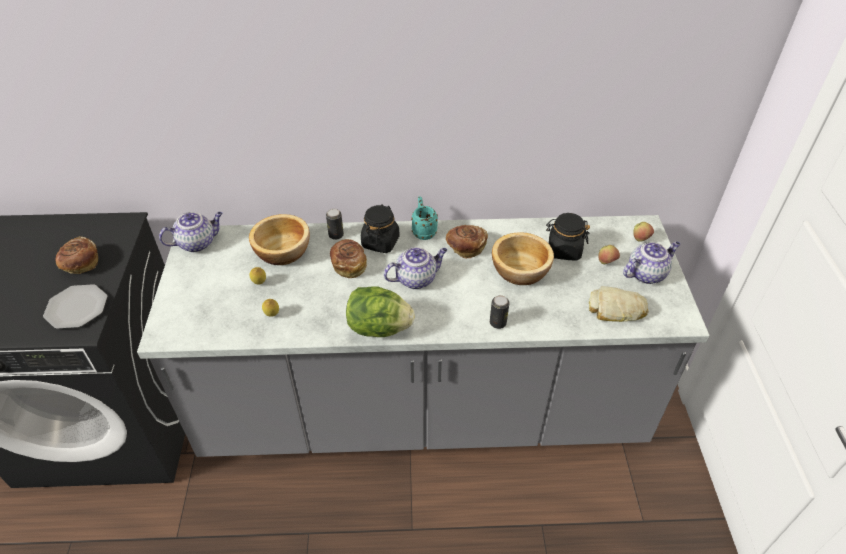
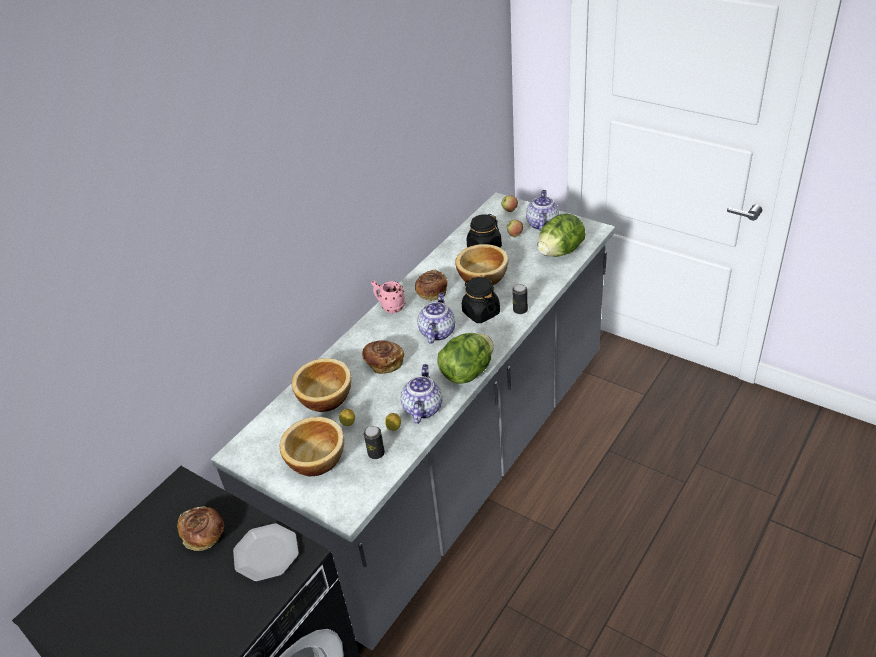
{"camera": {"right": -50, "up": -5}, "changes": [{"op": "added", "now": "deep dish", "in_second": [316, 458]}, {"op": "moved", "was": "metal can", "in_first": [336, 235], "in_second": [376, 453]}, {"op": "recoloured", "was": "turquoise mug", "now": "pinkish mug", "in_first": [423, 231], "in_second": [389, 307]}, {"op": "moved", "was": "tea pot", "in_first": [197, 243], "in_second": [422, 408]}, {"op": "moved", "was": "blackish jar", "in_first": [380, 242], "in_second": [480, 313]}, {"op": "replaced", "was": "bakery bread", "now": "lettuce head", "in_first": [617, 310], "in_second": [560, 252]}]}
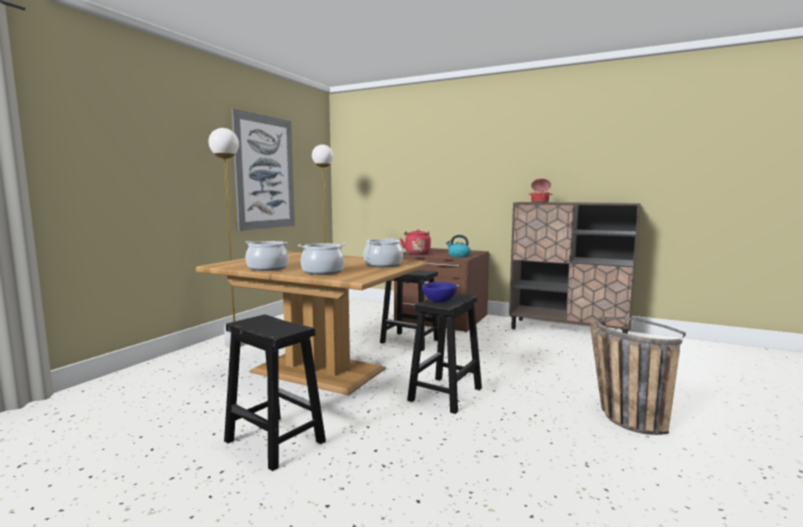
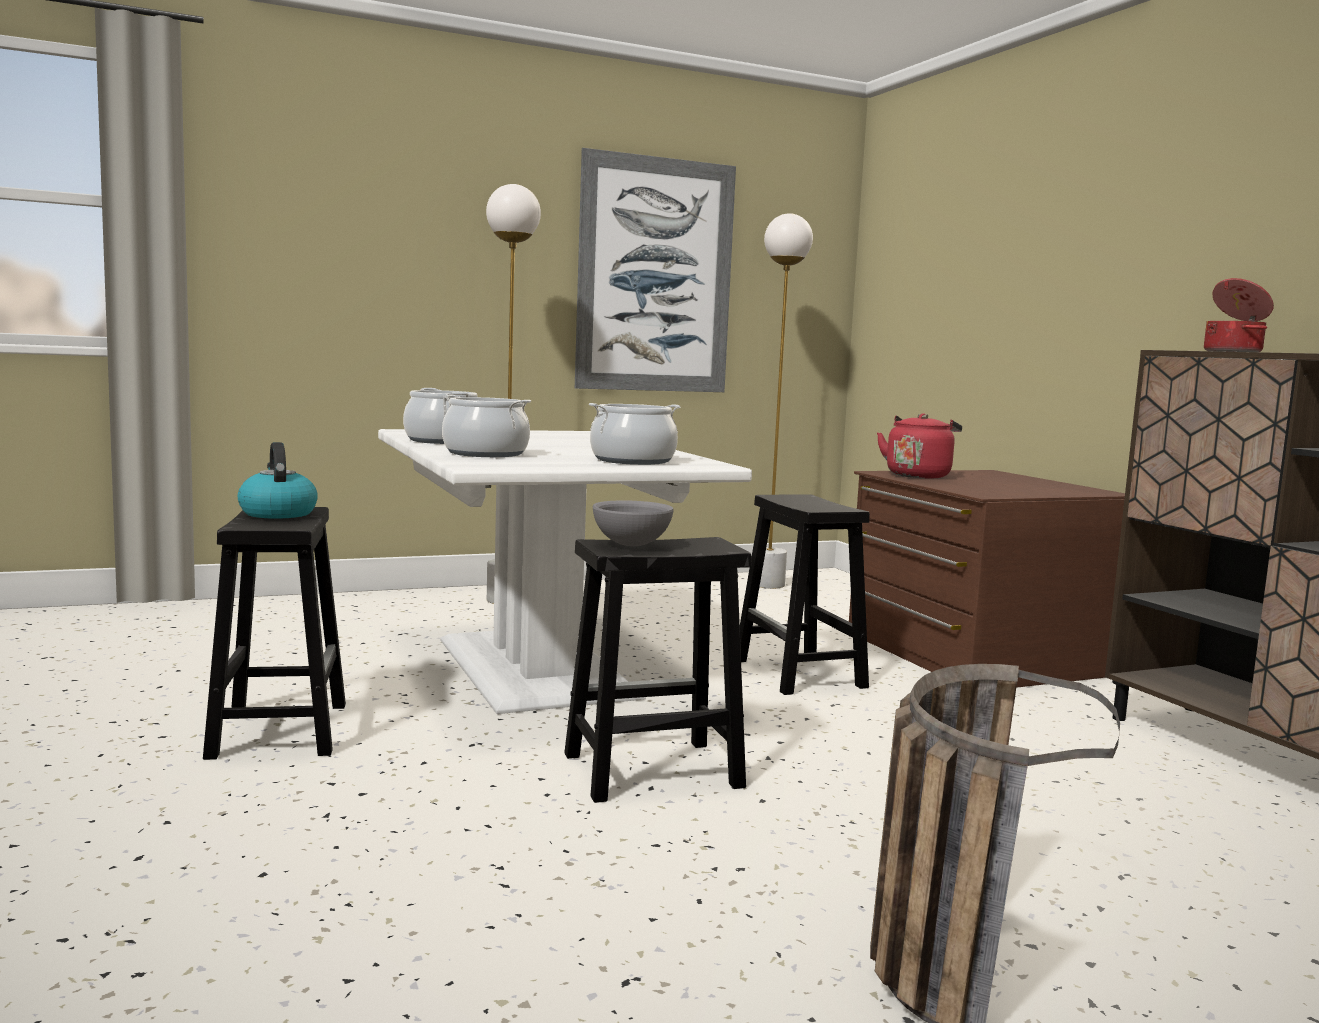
{"camera": {"right": 40, "up": 0}, "changes": [{"op": "moved", "was": "water kettle", "in_first": [458, 256], "in_second": [277, 513]}, {"op": "recoloured", "was": "brown dining table", "now": "white-coloured dining table", "in_first": [319, 370], "in_second": [538, 667]}, {"op": "recoloured", "was": "bluish deep dish", "now": "gray deep dish", "in_first": [439, 301], "in_second": [632, 545]}]}
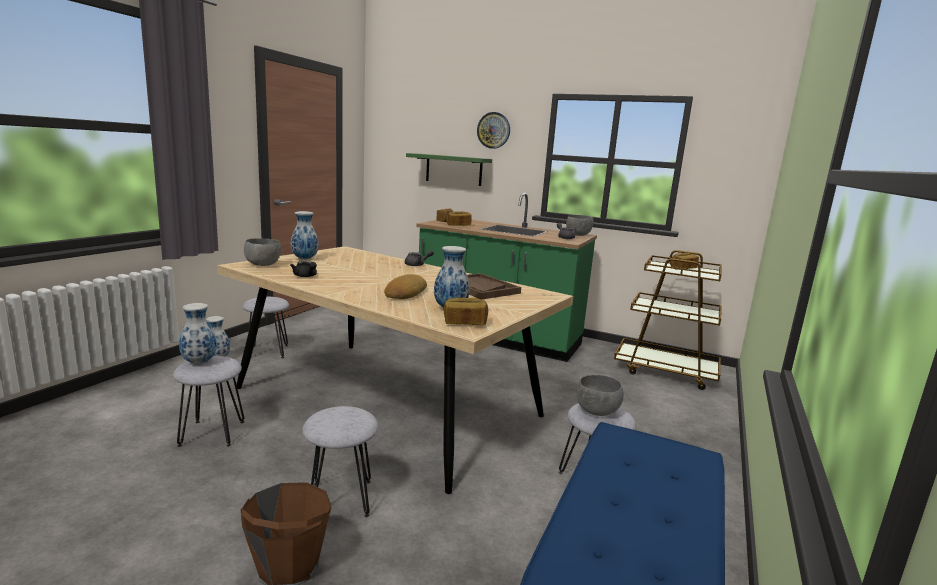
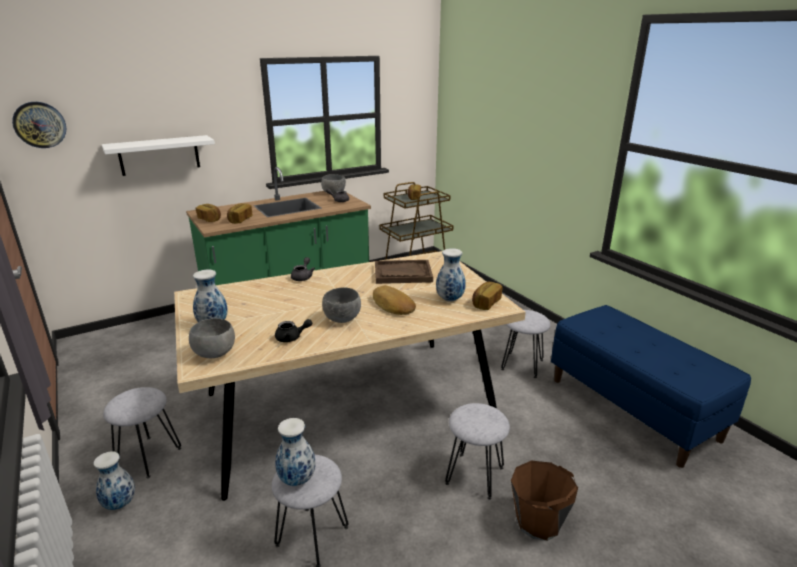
{"camera": {"right": -55, "up": 10}, "changes": [{"op": "moved", "was": "wall clock", "in_first": [493, 130], "in_second": [40, 125]}, {"op": "recoloured", "was": "green-coloured bracket shelf", "now": "white-coloured bracket shelf", "in_first": [453, 169], "in_second": [159, 155]}, {"op": "moved", "was": "gray deep dish", "in_first": [597, 412], "in_second": [343, 319]}]}
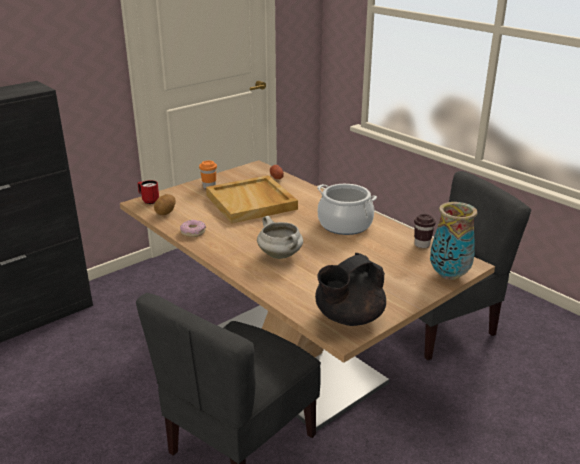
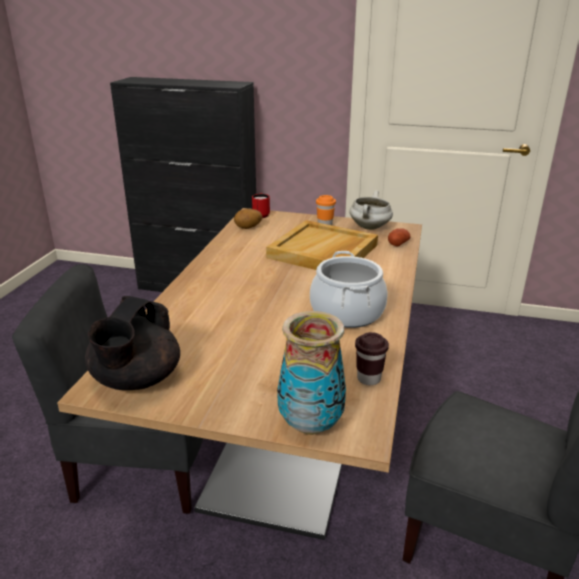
{"camera": {"right": 55, "up": 0}, "changes": [{"op": "turned", "was": "blackish tea pot", "in_first": [348, 318], "in_second": [136, 380], "clockwise": -90}, {"op": "moved", "was": "white-coloured stockpot", "in_first": [281, 255], "in_second": [370, 228]}, {"op": "removed", "was": "donut", "in_first": [193, 232]}]}
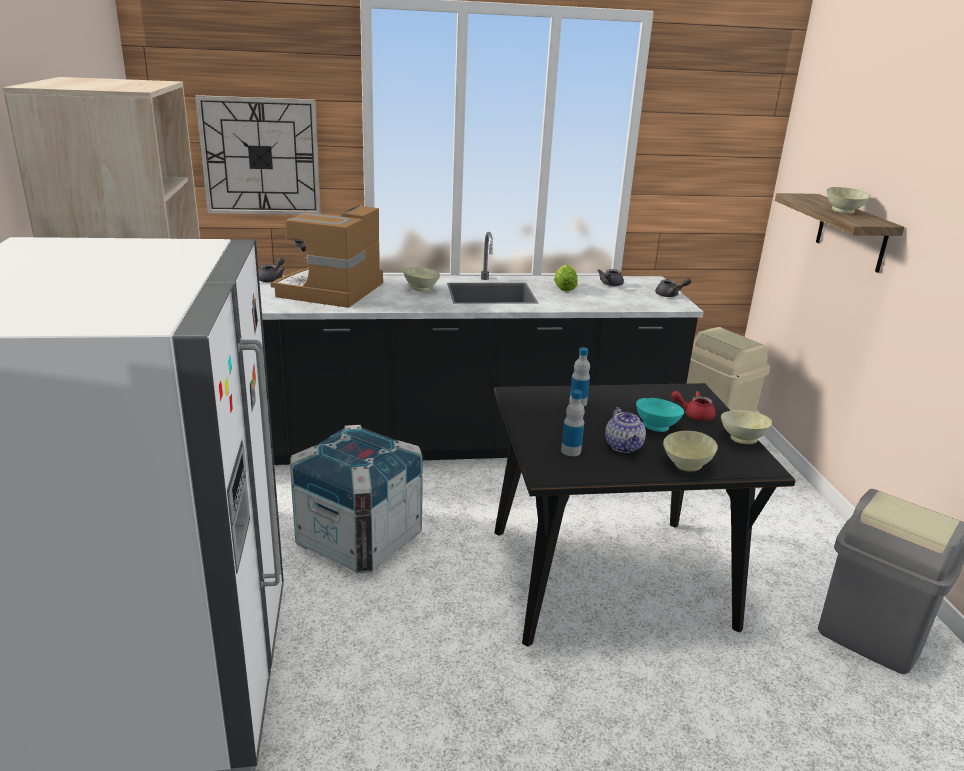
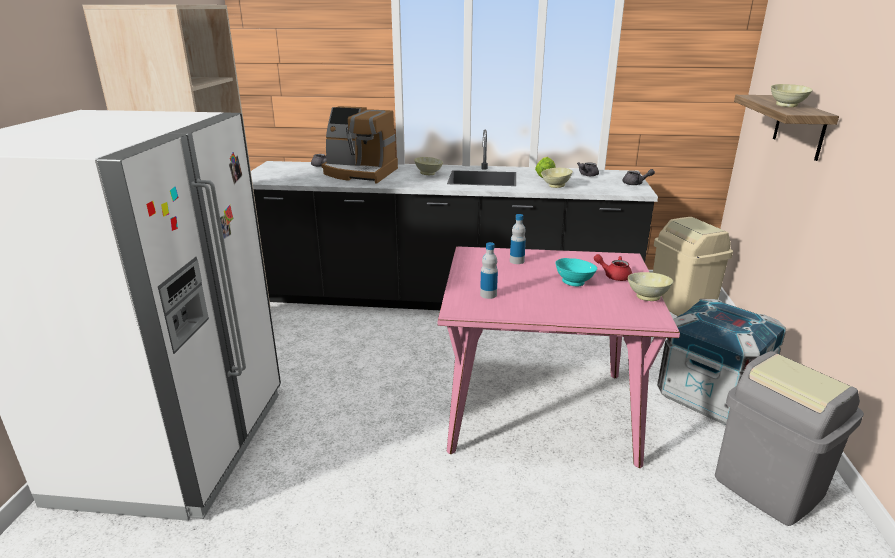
{"camera": {"right": 15, "up": 0}, "changes": [{"op": "turned", "was": "coffee machine", "in_first": [331, 290], "in_second": [359, 173], "clockwise": -105}, {"op": "recoloured", "was": "blackish dining table", "now": "pinkish dining table", "in_first": [609, 577], "in_second": [541, 410]}, {"op": "moved", "was": "beige deep dish", "in_first": [685, 465], "in_second": [555, 186]}, {"op": "moved", "was": "crate", "in_first": [359, 540], "in_second": [710, 396]}, {"op": "removed", "was": "wall clock", "in_first": [260, 157]}, {"op": "removed", "was": "tea pot", "in_first": [624, 446]}]}
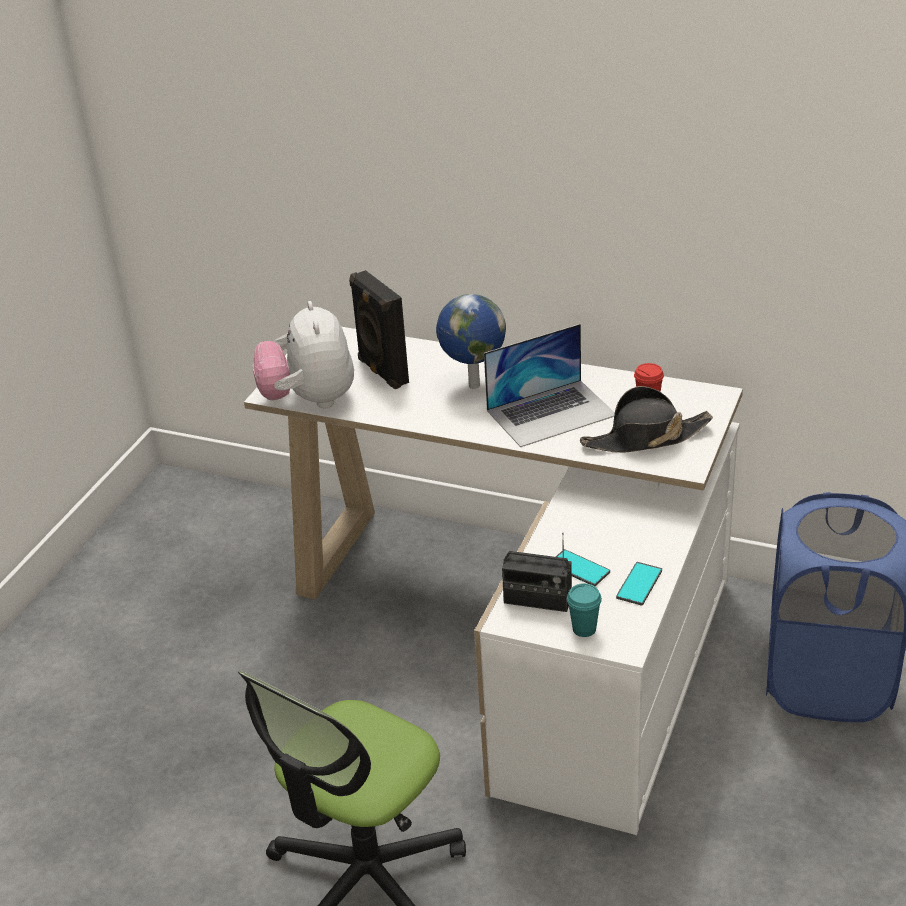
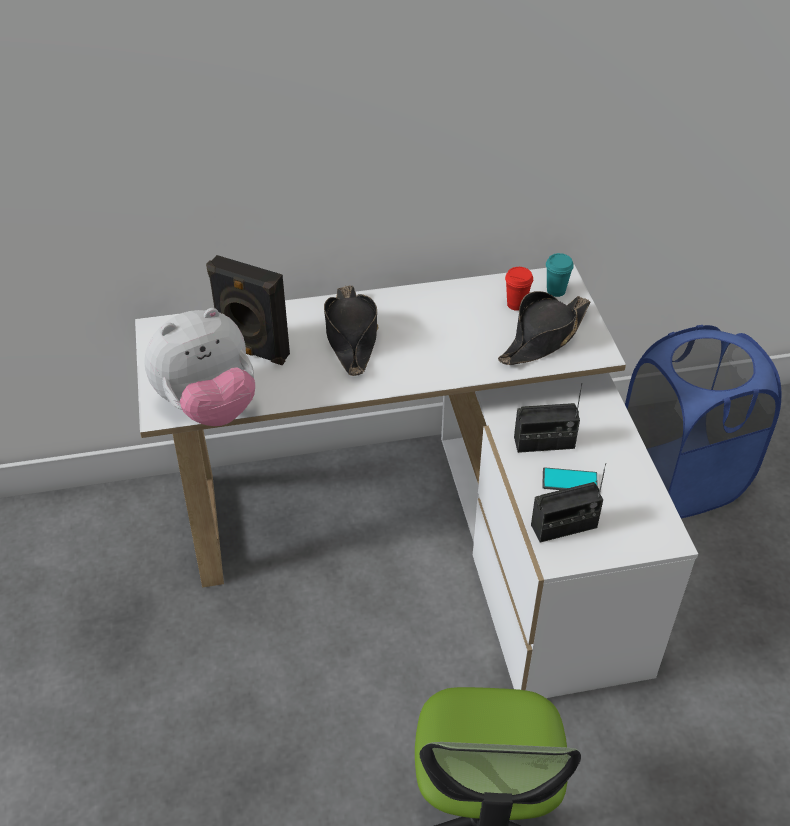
{"camera": {"right": -35, "up": 10}, "changes": [{"op": "turned", "was": "plush toy", "in_first": [309, 400], "in_second": [209, 406], "clockwise": -75}, {"op": "replaced", "was": "globe", "now": "blackish wearable hat", "in_first": [472, 385], "in_second": [351, 337]}, {"op": "added", "now": "radio receiver", "in_second": [544, 443]}, {"op": "moved", "was": "turquoise drinking cup", "in_first": [584, 629], "in_second": [556, 291]}, {"op": "removed", "was": "notebook computer", "in_first": [551, 412]}, {"op": "removed", "was": "phone", "in_first": [639, 584]}]}
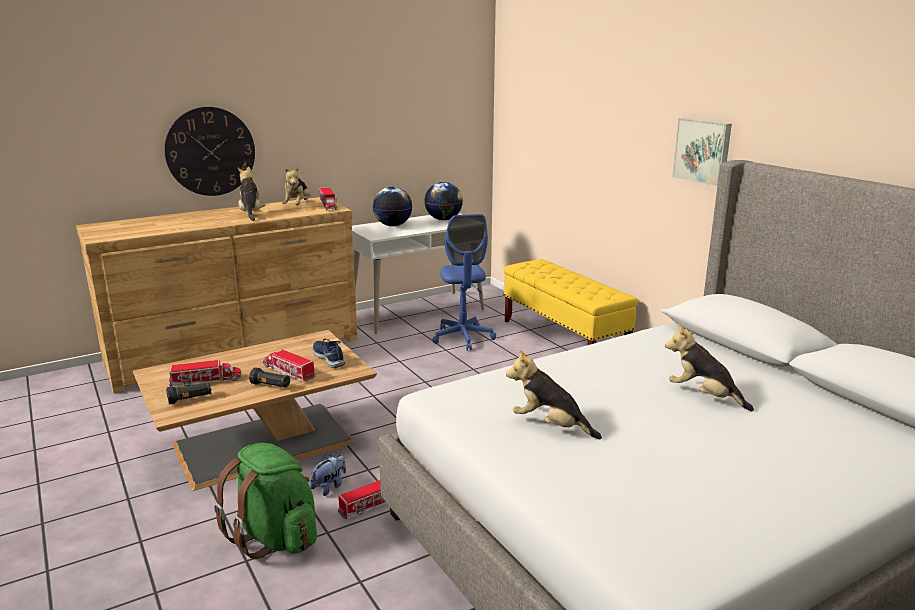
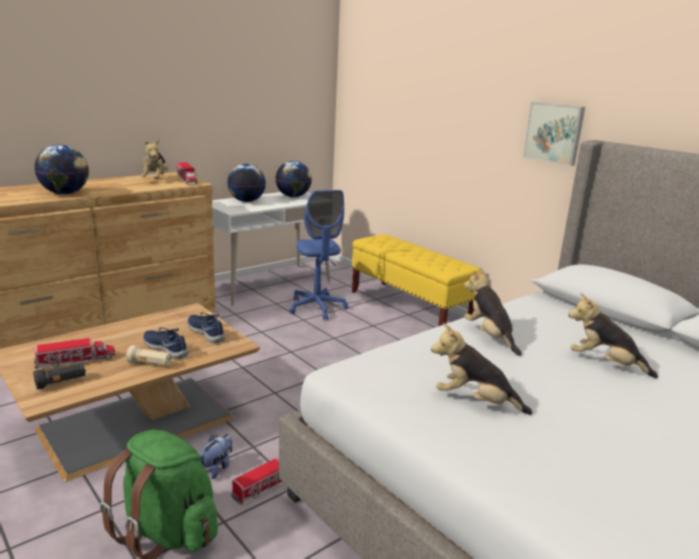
{"camera": {"right": -10, "up": 0}, "changes": [{"op": "added", "now": "globe", "in_second": [65, 193]}, {"op": "recoloured", "was": "blackish hand torch", "now": "beige hand torch", "in_first": [271, 386], "in_second": [150, 364]}, {"op": "replaced", "was": "model truck", "now": "bluish item of footwear", "in_first": [288, 372], "in_second": [166, 348]}, {"op": "moved", "was": "plush toy", "in_first": [251, 214], "in_second": [489, 336]}, {"op": "removed", "was": "wall clock", "in_first": [210, 151]}]}
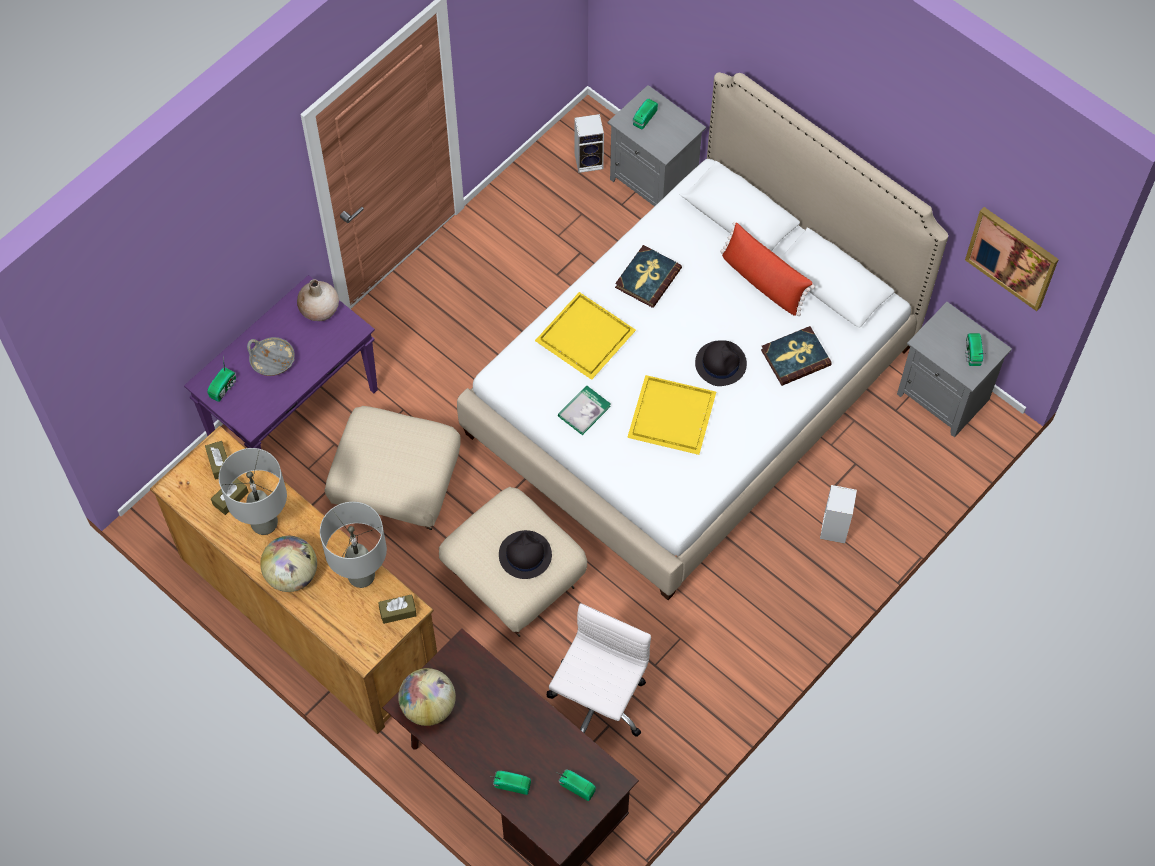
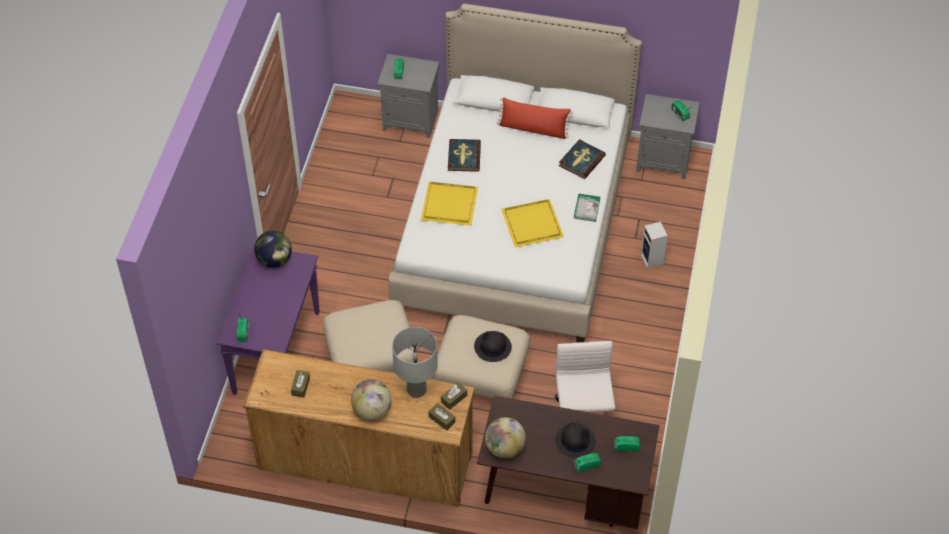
{"camera": {"right": -30, "up": -10}, "changes": [{"op": "replaced", "was": "beige decorative vase", "now": "globe", "in_first": [319, 309], "in_second": [274, 260]}, {"op": "moved", "was": "brown box of tissues", "in_first": [219, 463], "in_second": [441, 419]}, {"op": "moved", "was": "blackish wearable hat", "in_first": [720, 363], "in_second": [575, 440]}, {"op": "moved", "was": "volume", "in_first": [584, 411], "in_second": [586, 208]}, {"op": "removed", "was": "gray lamp for a table", "in_first": [264, 523]}, {"op": "removed", "was": "gray deep dish", "in_first": [272, 360]}, {"op": "removed", "was": "audio speaker", "in_first": [590, 160]}, {"op": "removed", "was": "wall art", "in_first": [1012, 257]}]}
